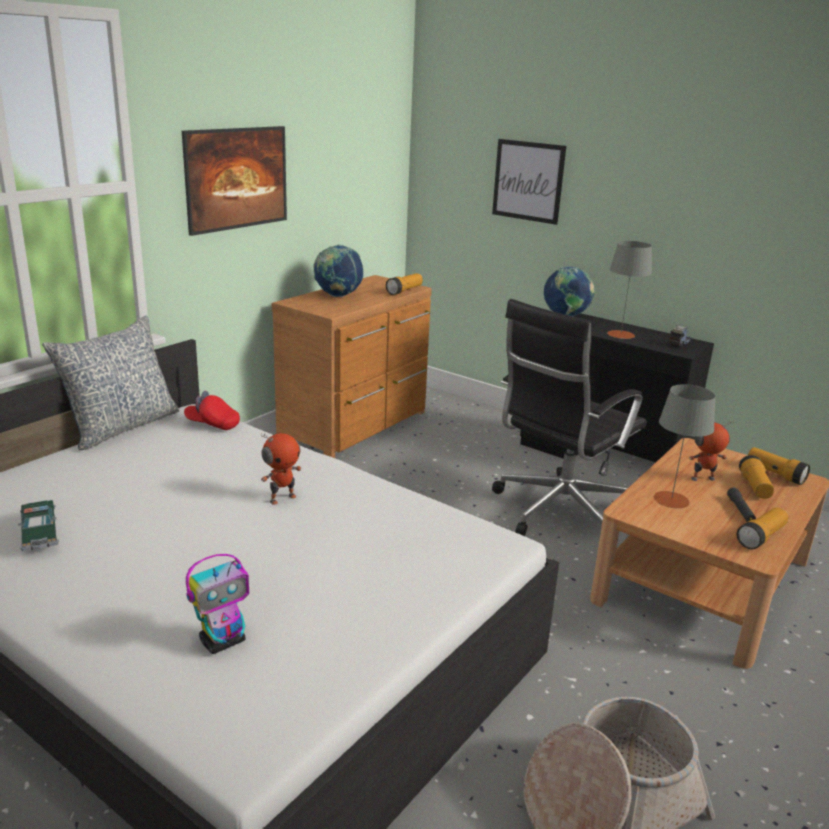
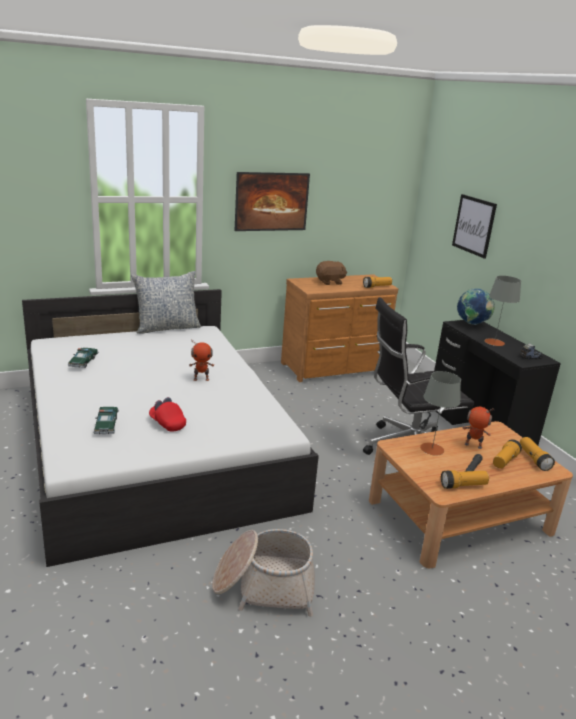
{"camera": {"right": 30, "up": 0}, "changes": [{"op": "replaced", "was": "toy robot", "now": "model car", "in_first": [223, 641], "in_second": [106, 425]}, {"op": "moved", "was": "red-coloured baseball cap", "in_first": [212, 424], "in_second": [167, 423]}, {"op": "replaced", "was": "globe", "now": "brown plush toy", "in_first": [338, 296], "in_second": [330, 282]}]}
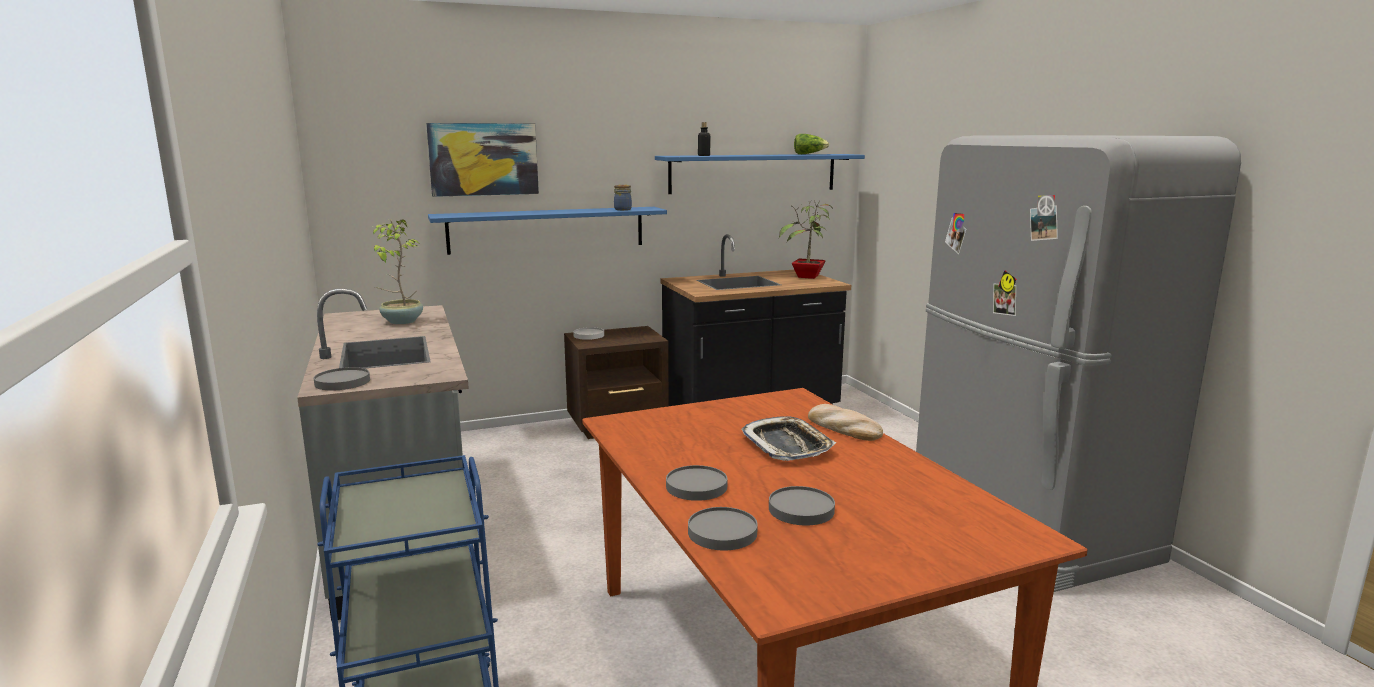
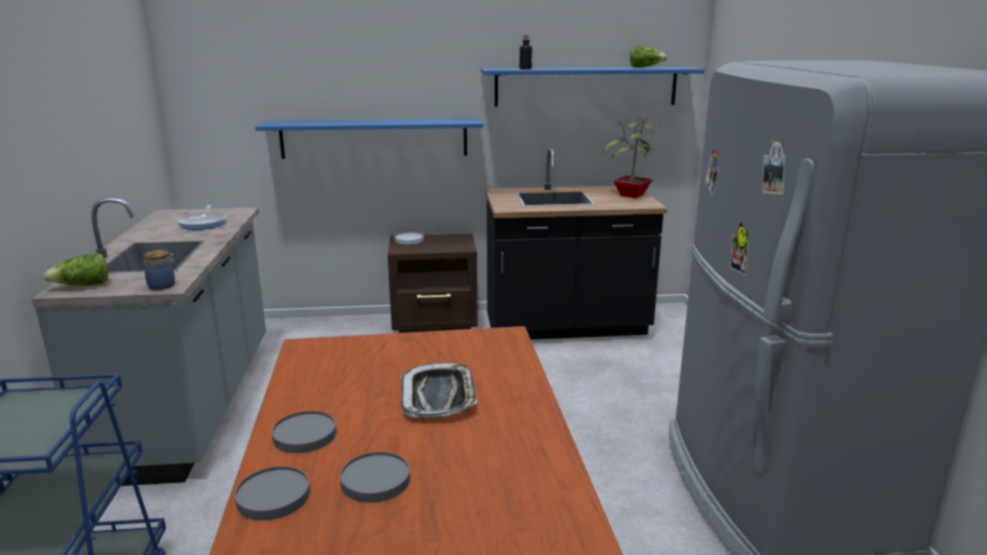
{"camera": {"right": 15, "up": 5}, "changes": [{"op": "replaced", "was": "gray flat dish", "now": "lettuce head", "in_first": [343, 382], "in_second": [83, 286]}, {"op": "moved", "was": "jar", "in_first": [623, 209], "in_second": [163, 286]}, {"op": "replaced", "was": "plant in a pot", "now": "frying pan", "in_first": [401, 321], "in_second": [204, 223]}, {"op": "removed", "was": "wall art", "in_first": [483, 159]}, {"op": "removed", "was": "bakery bread", "in_first": [843, 428]}]}
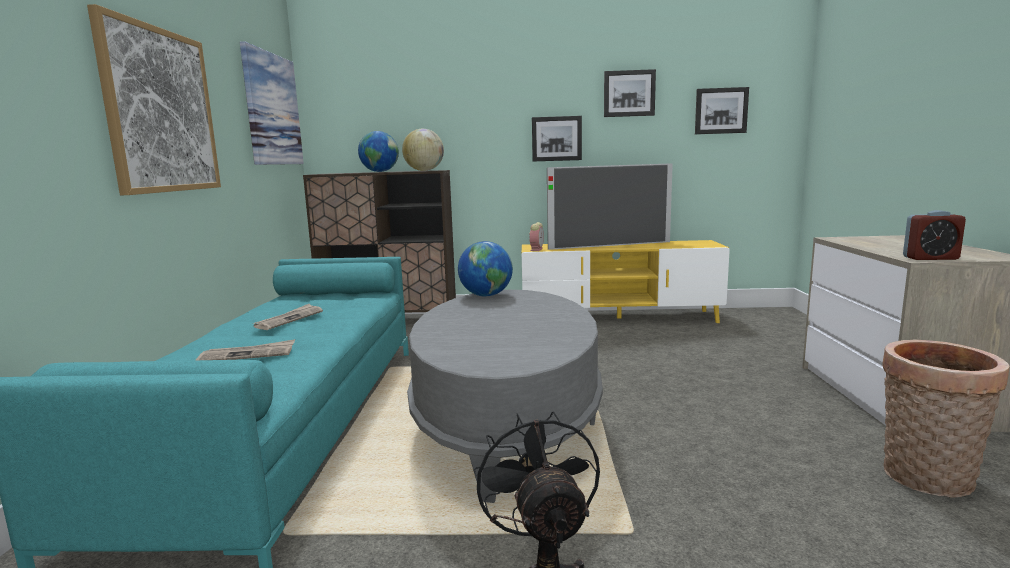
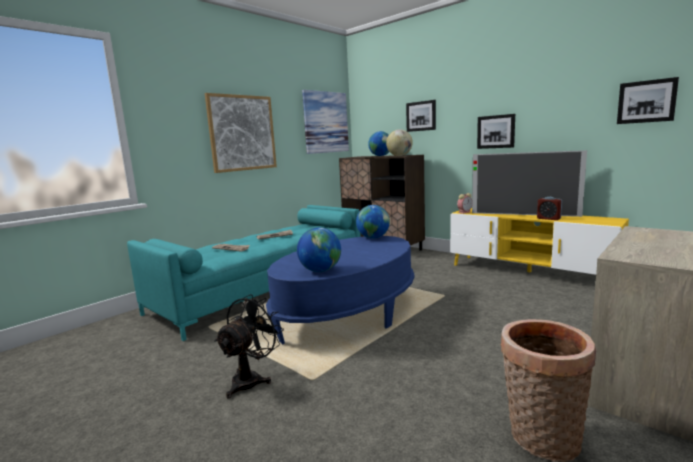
{"camera": {"right": 40, "up": 0}, "changes": [{"op": "recoloured", "was": "gray coffee table", "now": "bluish coffee table", "in_first": [507, 424], "in_second": [347, 314]}, {"op": "added", "now": "globe", "in_second": [320, 271]}, {"op": "moved", "was": "wall art", "in_first": [629, 93], "in_second": [421, 116]}, {"op": "moved", "was": "alarm clock", "in_first": [930, 258], "in_second": [548, 218]}]}
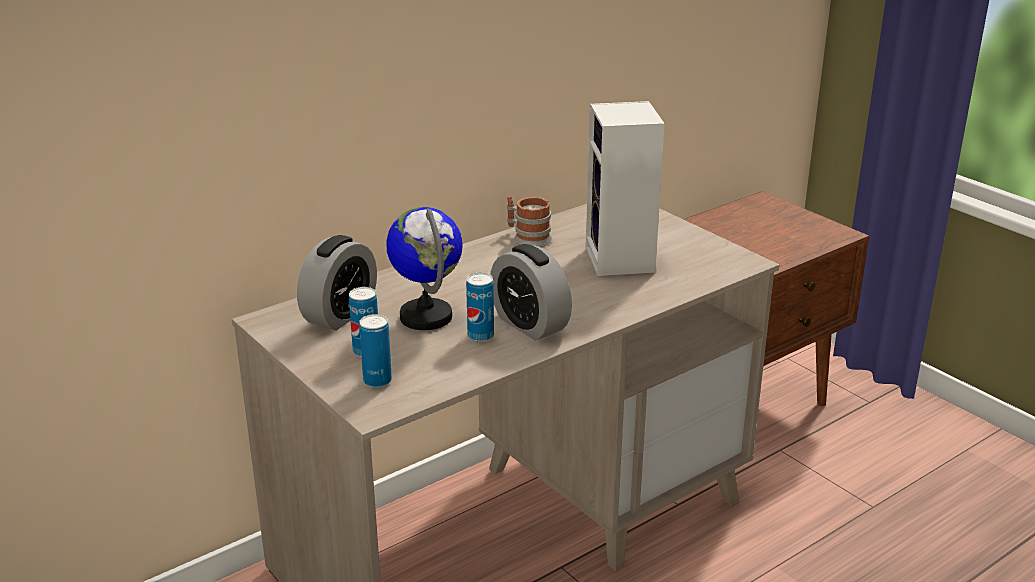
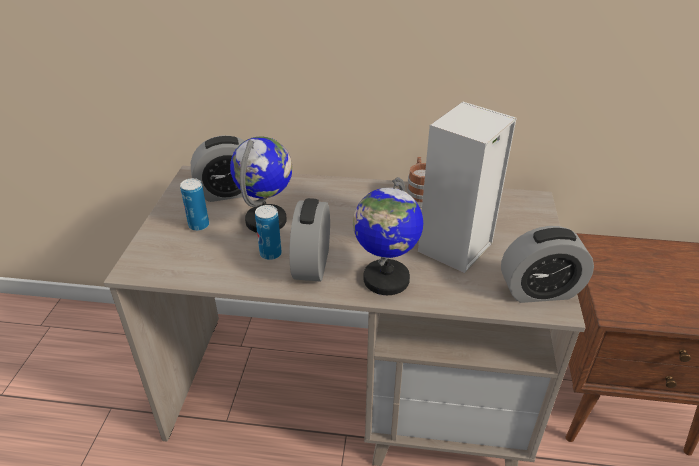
{"camera": {"right": 45, "up": 10}, "changes": [{"op": "added", "now": "globe", "in_second": [385, 279]}, {"op": "added", "now": "alarm clock", "in_second": [539, 291]}, {"op": "removed", "was": "metal can", "in_first": [377, 381]}]}
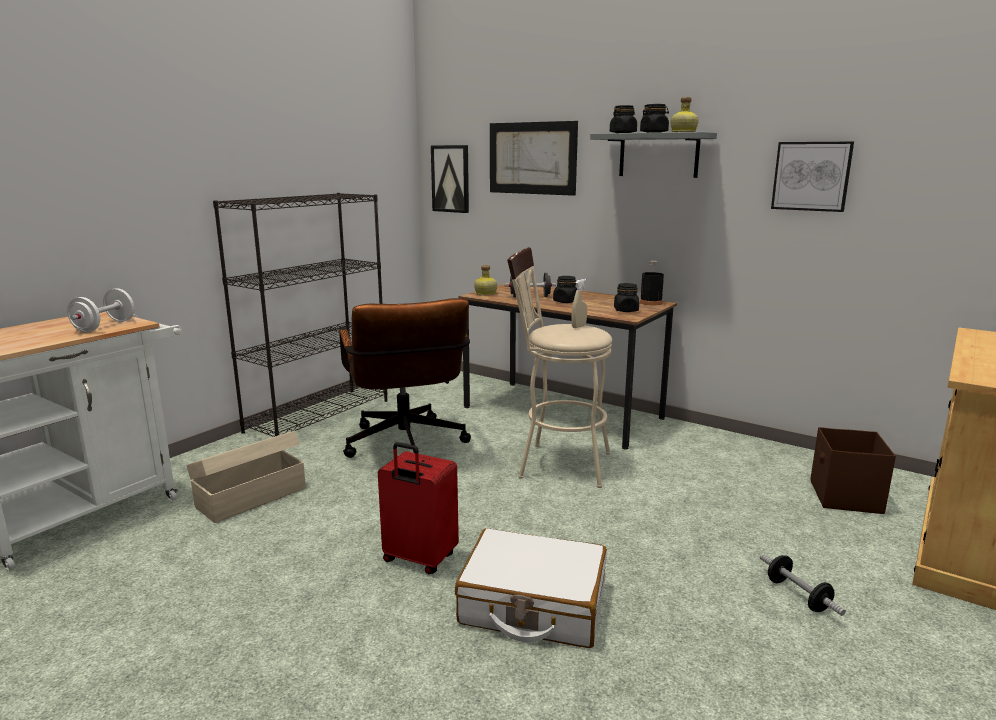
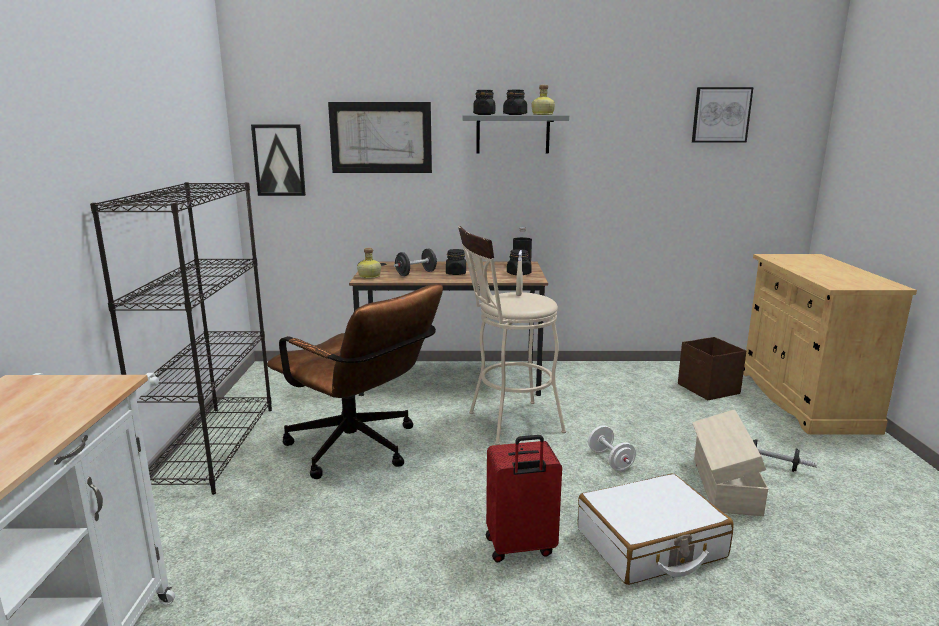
{"camera": {"right": -35, "up": 0}, "changes": [{"op": "moved", "was": "white-coloured hand weight", "in_first": [104, 326], "in_second": [610, 460]}, {"op": "moved", "was": "wall art", "in_first": [811, 176], "in_second": [721, 115]}, {"op": "moved", "was": "beige storage bin", "in_first": [250, 497], "in_second": [724, 486]}]}
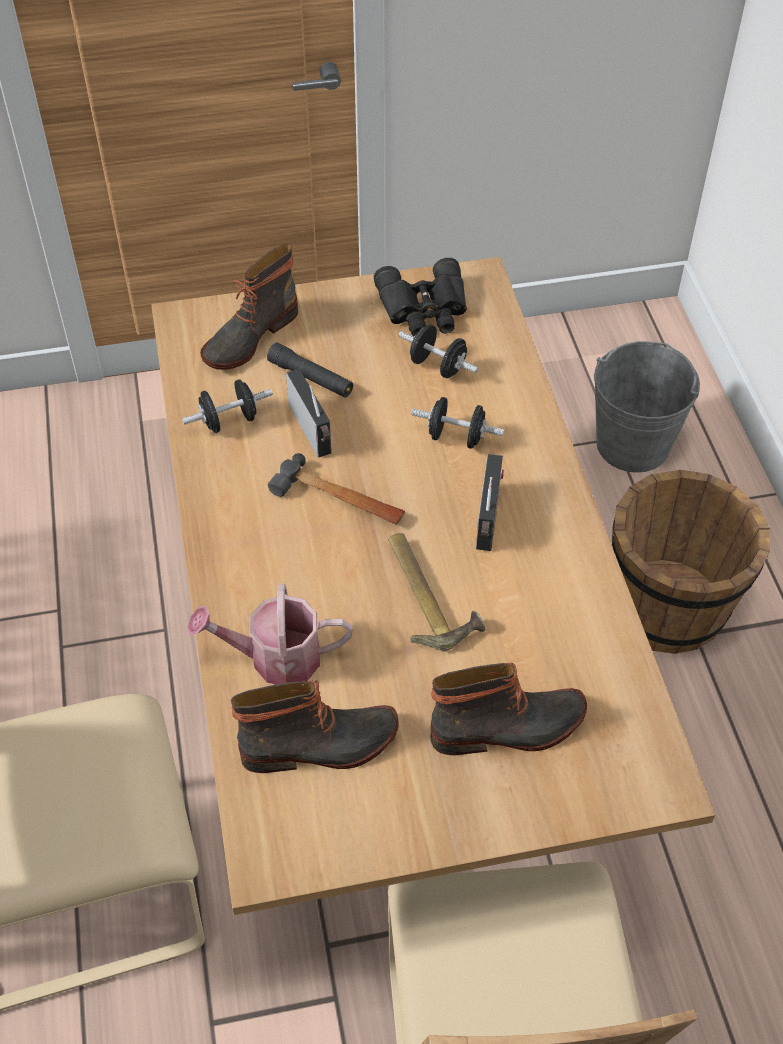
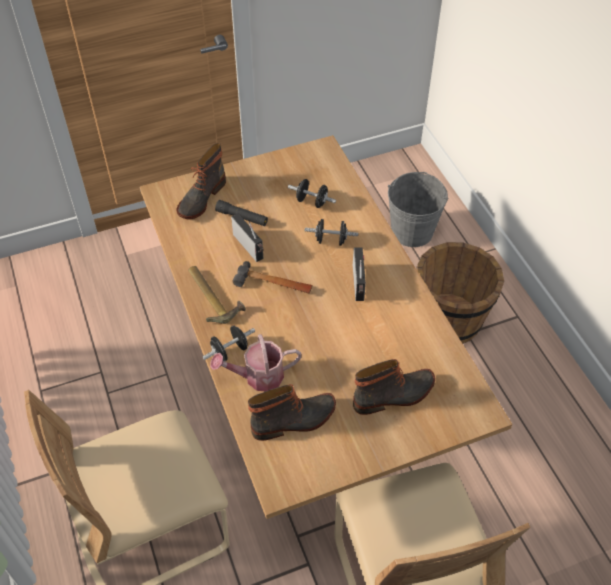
{"camera": {"right": -10, "up": 0}, "changes": [{"op": "moved", "was": "tool hammer", "in_first": [428, 594], "in_second": [213, 296]}, {"op": "moved", "was": "blackish hand weight", "in_first": [229, 421], "in_second": [229, 351]}, {"op": "removed", "was": "blackish field glasses", "in_first": [424, 309]}]}
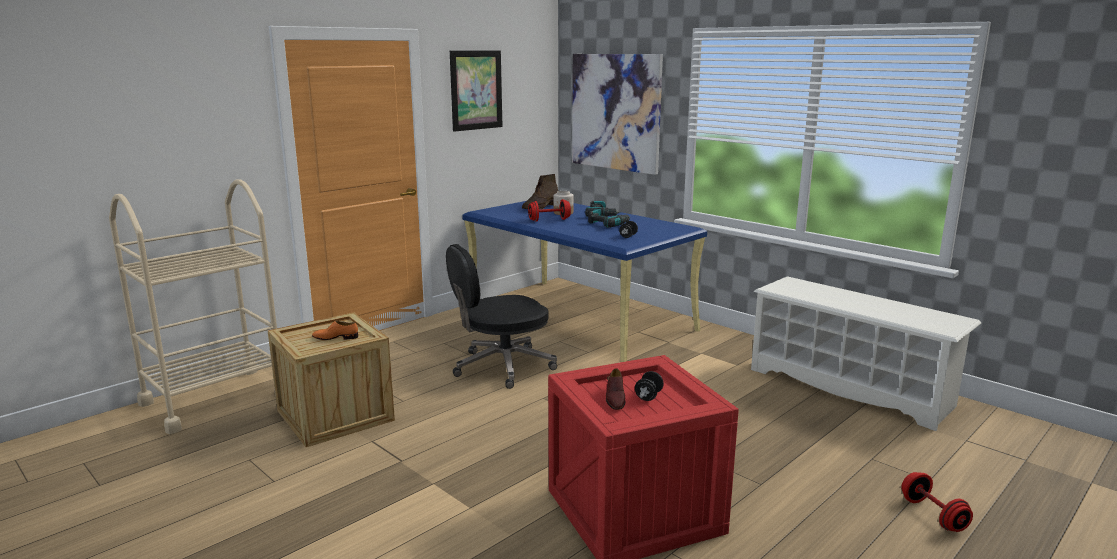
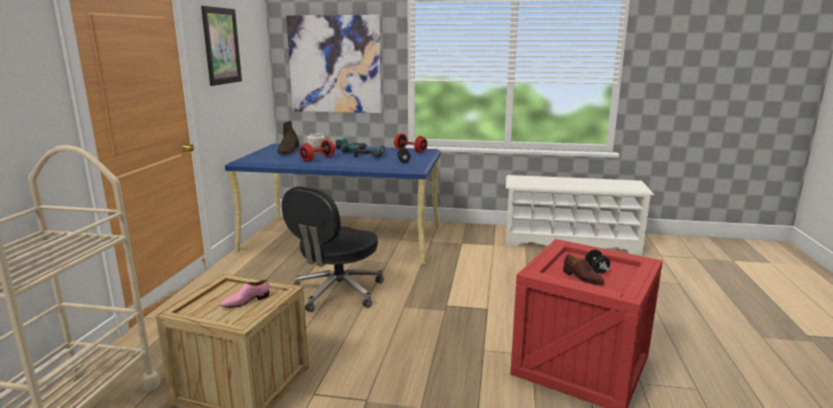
{"camera": {"right": -35, "up": 0}, "changes": [{"op": "recoloured", "was": "orange item of footwear", "now": "pinkish item of footwear", "in_first": [335, 338], "in_second": [246, 301]}, {"op": "moved", "was": "red-coloured hand weight", "in_first": [933, 515], "in_second": [410, 151]}]}
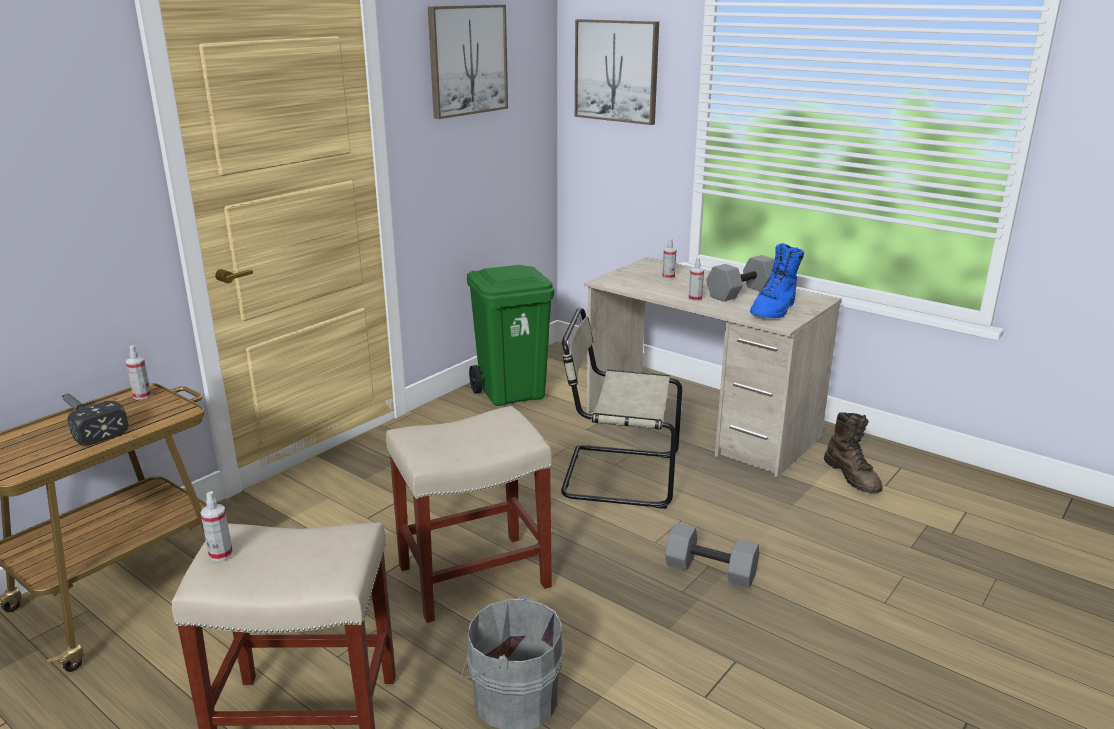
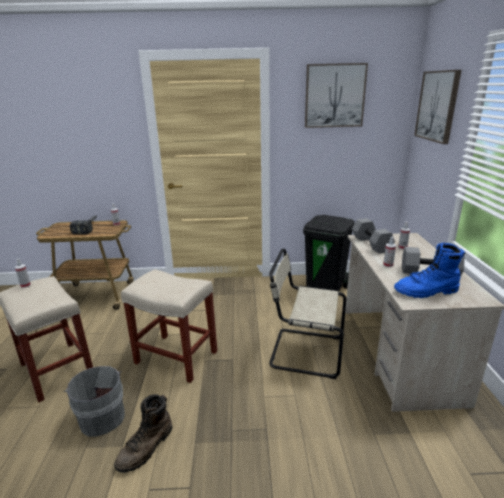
{"camera": {"right": 50, "up": 0}, "changes": [{"op": "moved", "was": "brown boot", "in_first": [852, 477], "in_second": [146, 448]}, {"op": "turned", "was": "beige plain chair", "in_first": [615, 476], "in_second": [303, 352], "clockwise": -45}, {"op": "recoloured", "was": "green-coloured waste bin", "now": "blackish waste bin", "in_first": [512, 393], "in_second": [326, 287]}, {"op": "moved", "was": "gray hand weight", "in_first": [709, 571], "in_second": [370, 244]}]}
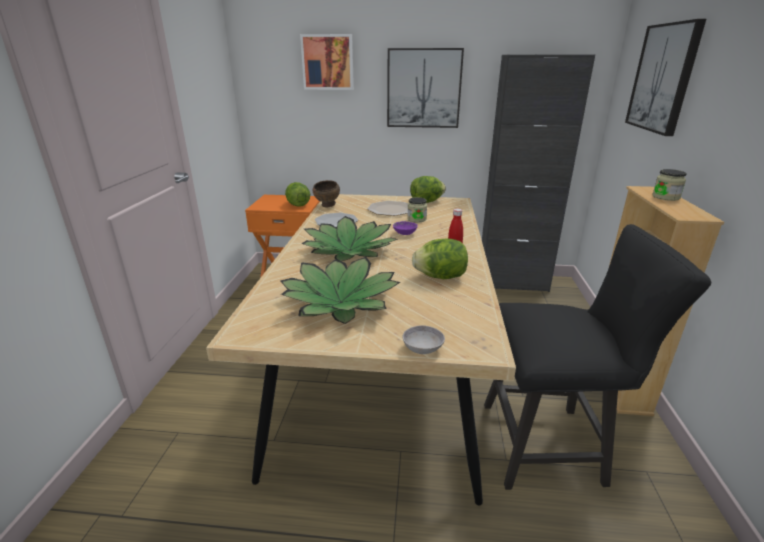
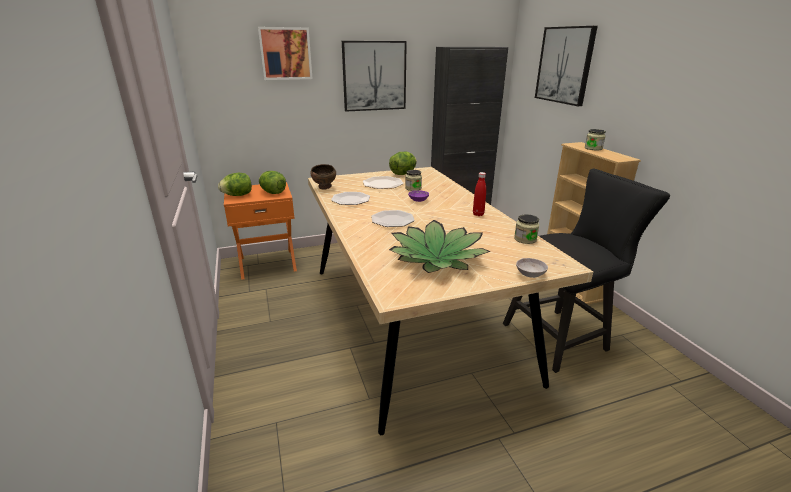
{"camera": {"right": -25, "up": 0}, "changes": [{"op": "moved", "was": "lettuce head", "in_first": [440, 277], "in_second": [238, 195]}, {"op": "replaced", "was": "plant in a pot", "now": "flat dish", "in_first": [349, 250], "in_second": [392, 220]}, {"op": "added", "now": "jar", "in_second": [525, 239]}]}
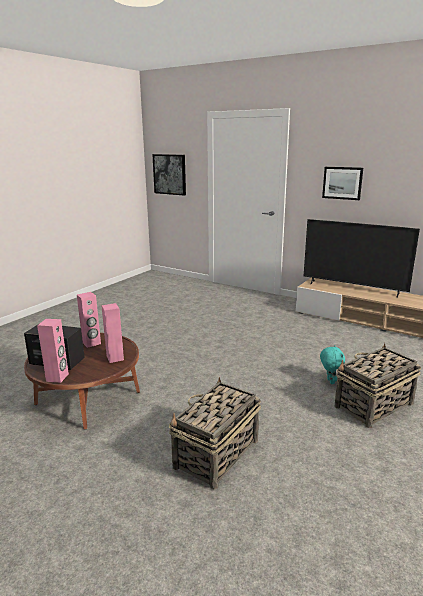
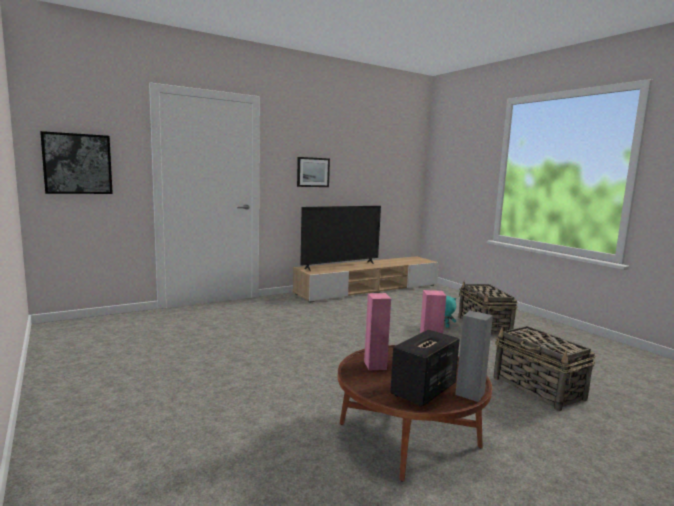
{"camera": {"right": -65, "up": -10}, "changes": [{"op": "recoloured", "was": "pinkish audio speaker", "now": "gray audio speaker", "in_first": [57, 377], "in_second": [470, 394]}]}
